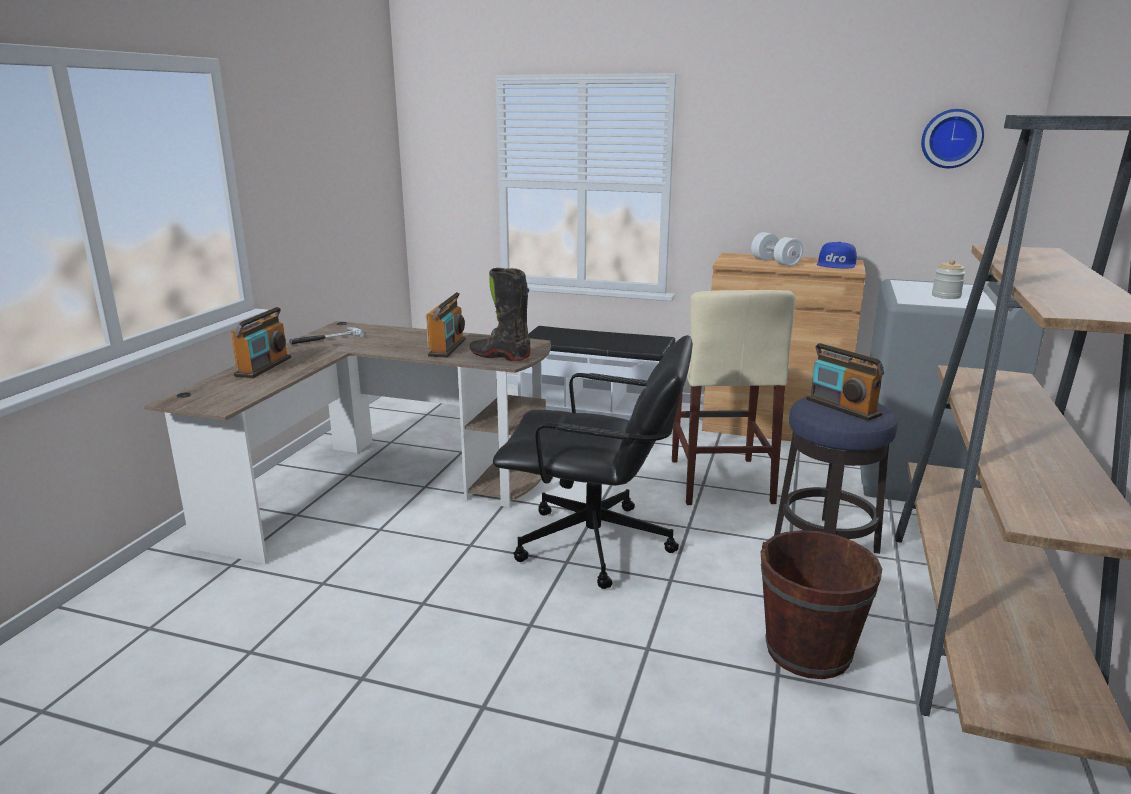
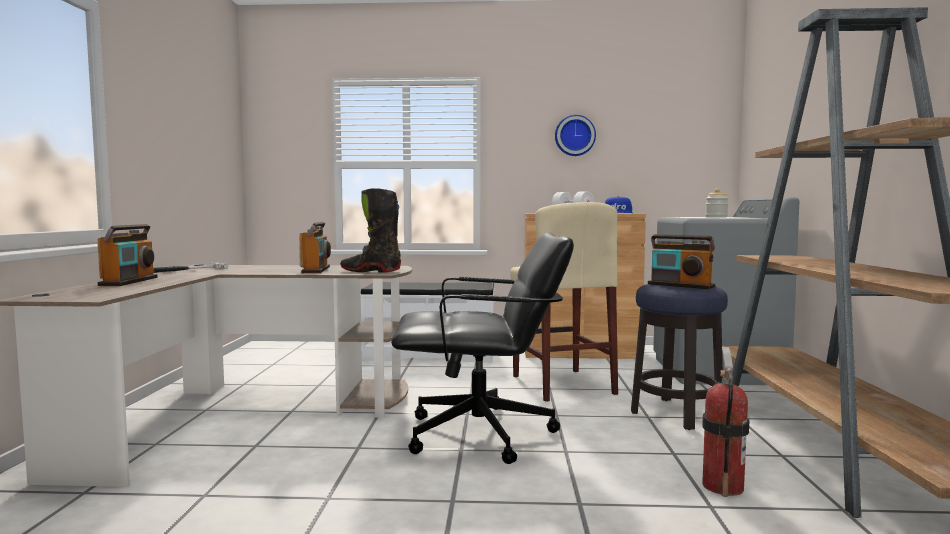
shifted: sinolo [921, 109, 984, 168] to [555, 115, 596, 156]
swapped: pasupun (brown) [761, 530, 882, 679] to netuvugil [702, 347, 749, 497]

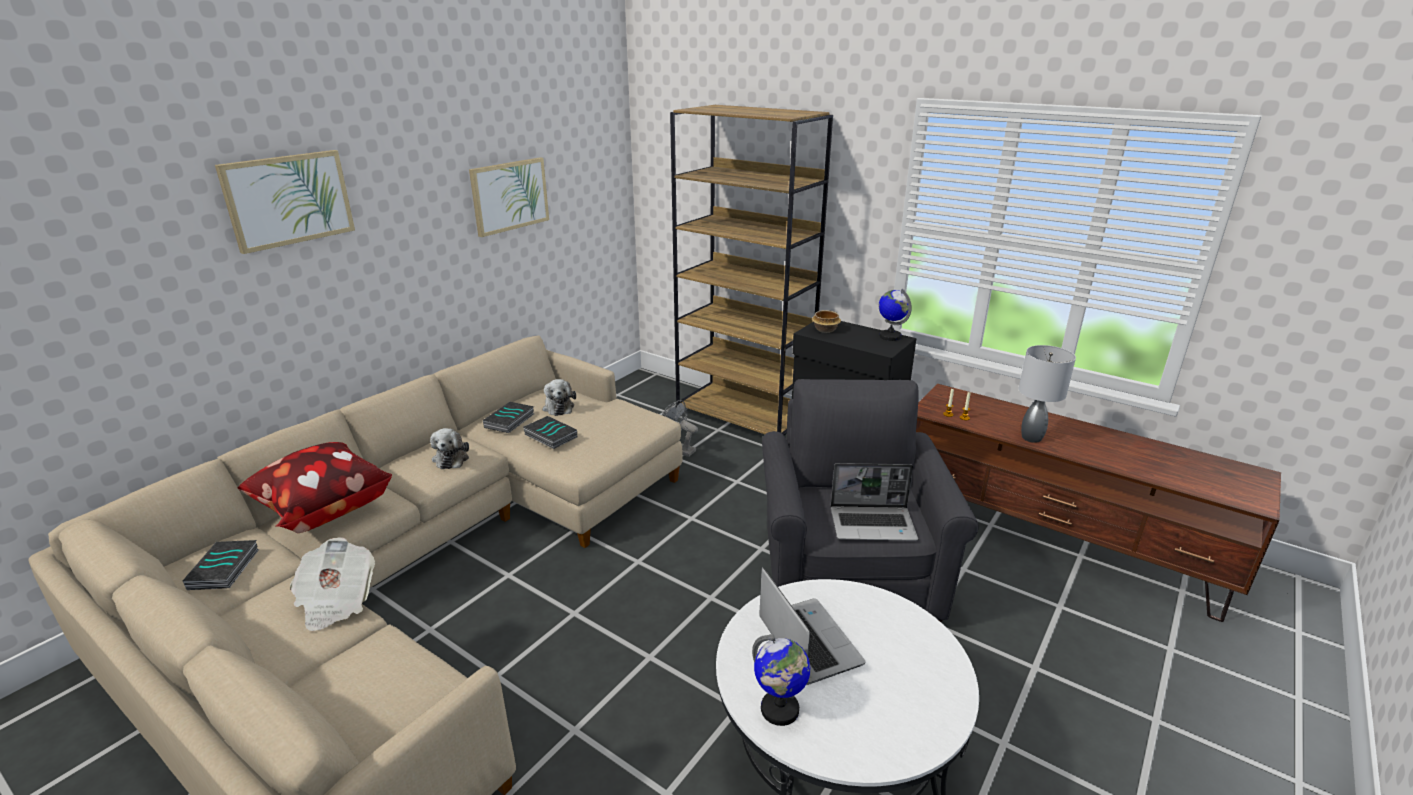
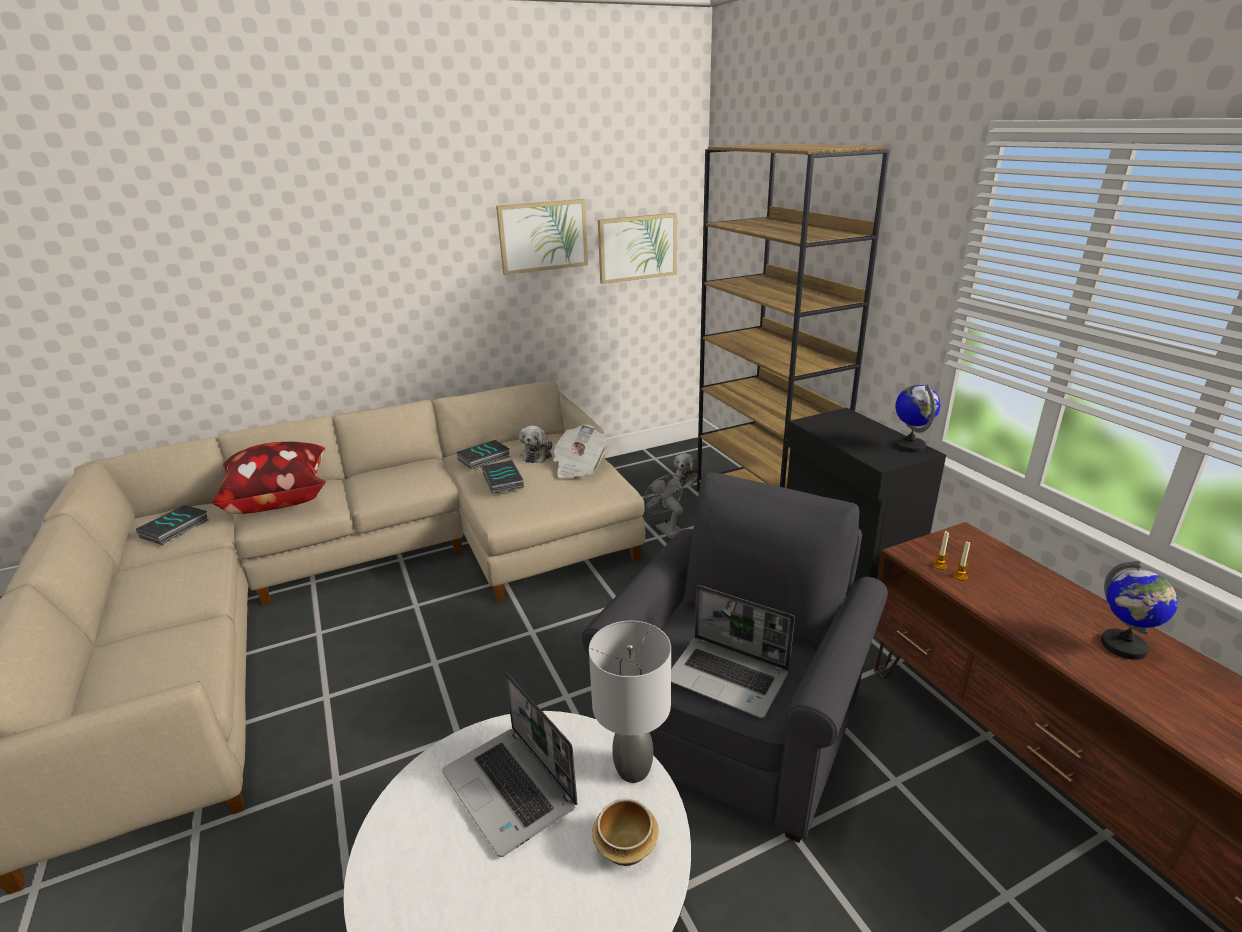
shifted: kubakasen [290, 538, 375, 631] to [553, 424, 608, 478]; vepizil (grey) [1019, 345, 1076, 443] to [589, 621, 671, 783]; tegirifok [812, 310, 841, 333] to [592, 799, 659, 866]; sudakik [215, 150, 355, 254] to [598, 213, 677, 284]; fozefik [430, 428, 469, 469] to [673, 453, 702, 486]; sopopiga [752, 634, 810, 726] to [1101, 561, 1178, 660]
rotated: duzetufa [759, 567, 865, 685] = [442, 672, 578, 857] 135 degrees clockwise

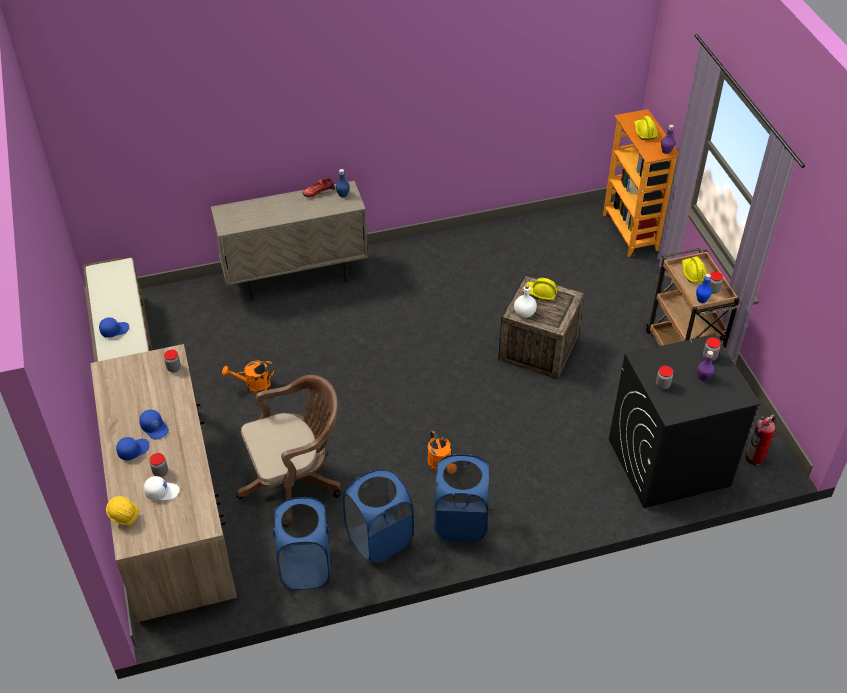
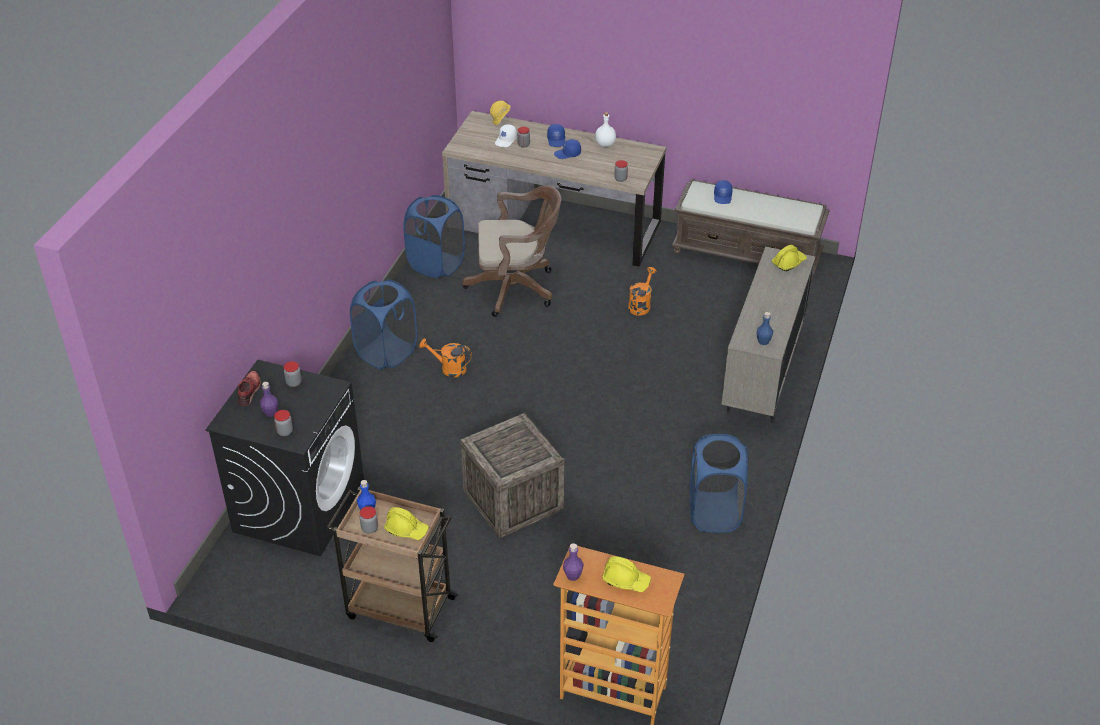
gone: netuvugil [745, 415, 776, 465]
shifted: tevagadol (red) [302, 178, 335, 198] to [238, 371, 261, 406]; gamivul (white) [514, 284, 537, 318] to [595, 112, 616, 147]; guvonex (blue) [343, 469, 414, 562] to [690, 434, 748, 533]; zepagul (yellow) [527, 278, 558, 301] to [772, 245, 807, 271]
rotated: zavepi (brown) [237, 375, 341, 499] = [462, 185, 561, 317] 105 degrees counterclockwise

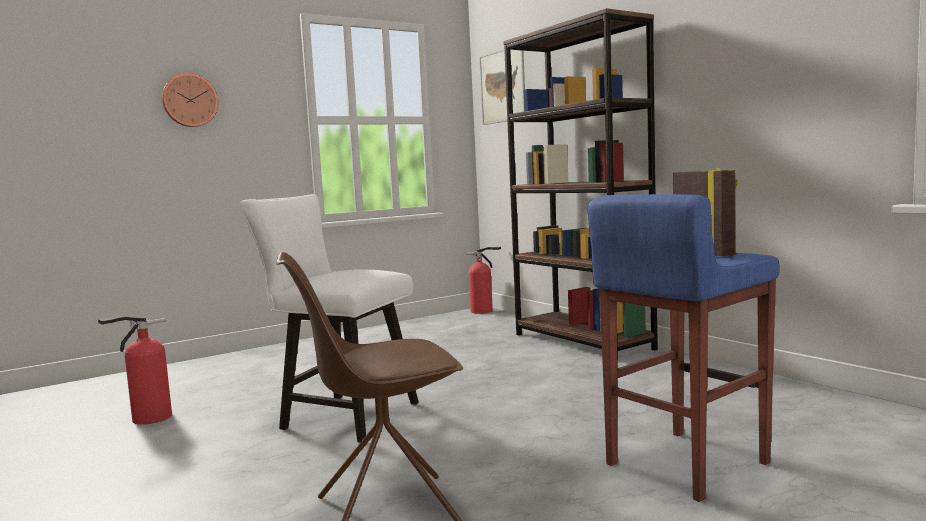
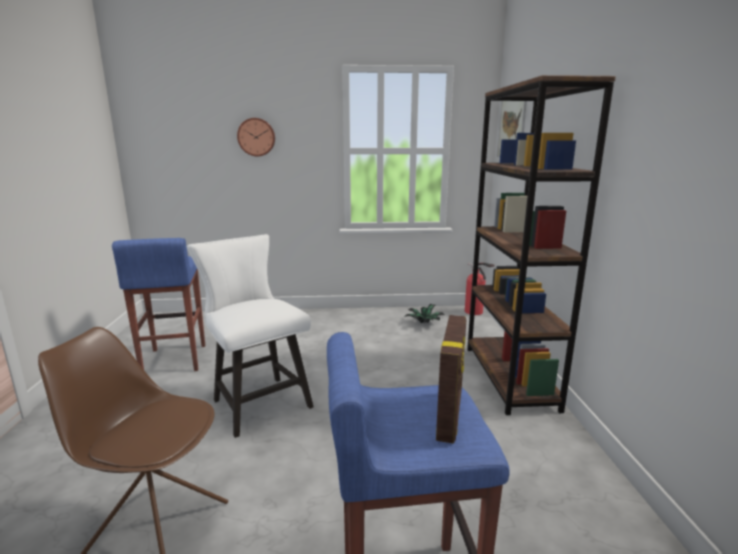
new: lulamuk [404, 304, 444, 323]
swapped: netuvugil [98, 316, 172, 425] to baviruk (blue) [112, 238, 205, 371]

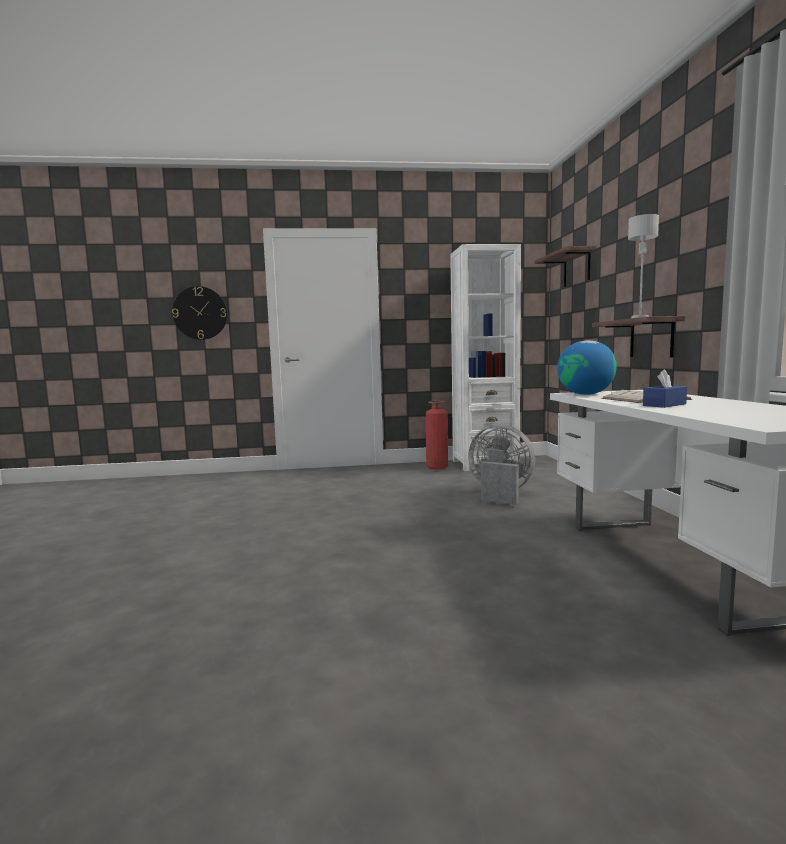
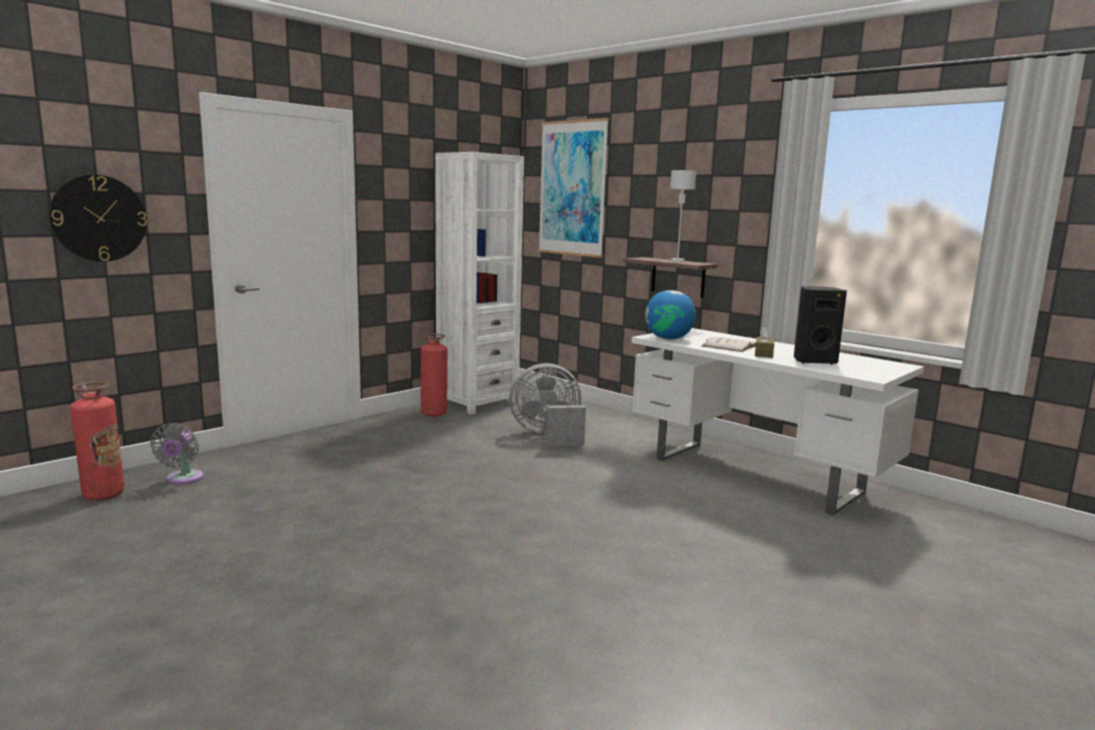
new: netuvugil [70, 382, 125, 501]; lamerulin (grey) [150, 423, 204, 484]; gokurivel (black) [794, 286, 847, 364]
swapped: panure [534, 246, 596, 287] to sudakik [538, 118, 609, 258]
repainted: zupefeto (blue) [643, 369, 687, 408] to zupefeto (brown) [755, 327, 774, 358]

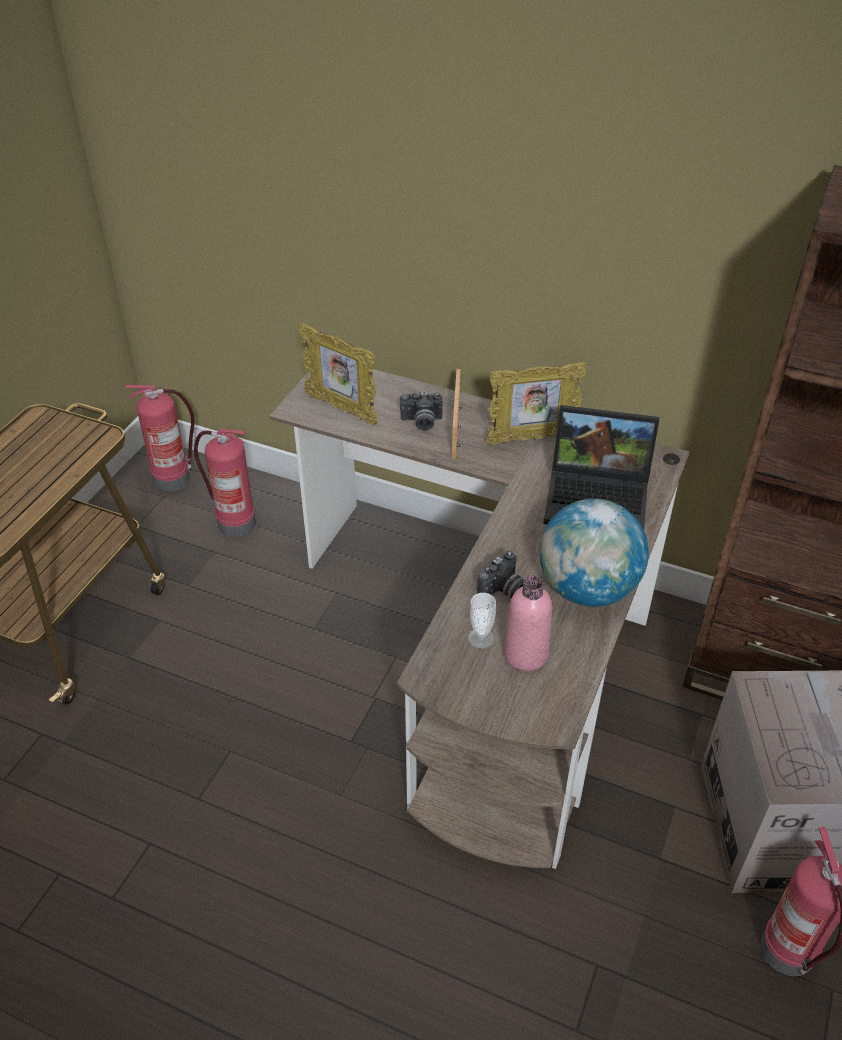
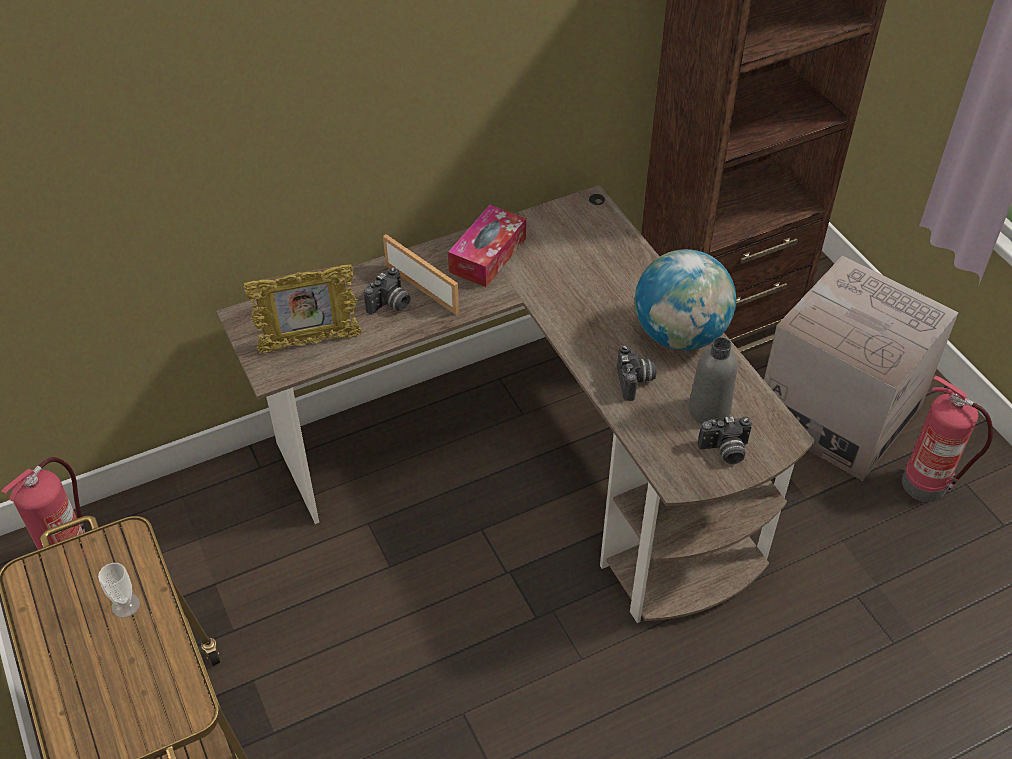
gone: netuvugil [194, 429, 256, 537]; duzetufa [543, 405, 659, 530]
new: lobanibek [698, 416, 752, 464]
shifted: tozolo [468, 593, 496, 648] to [98, 563, 140, 618]
swapped: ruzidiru [486, 362, 588, 444] to zupefeto [448, 205, 526, 287]
repainted: gamivul (pink) [503, 576, 552, 671] to gamivul (grey) [688, 337, 738, 424]

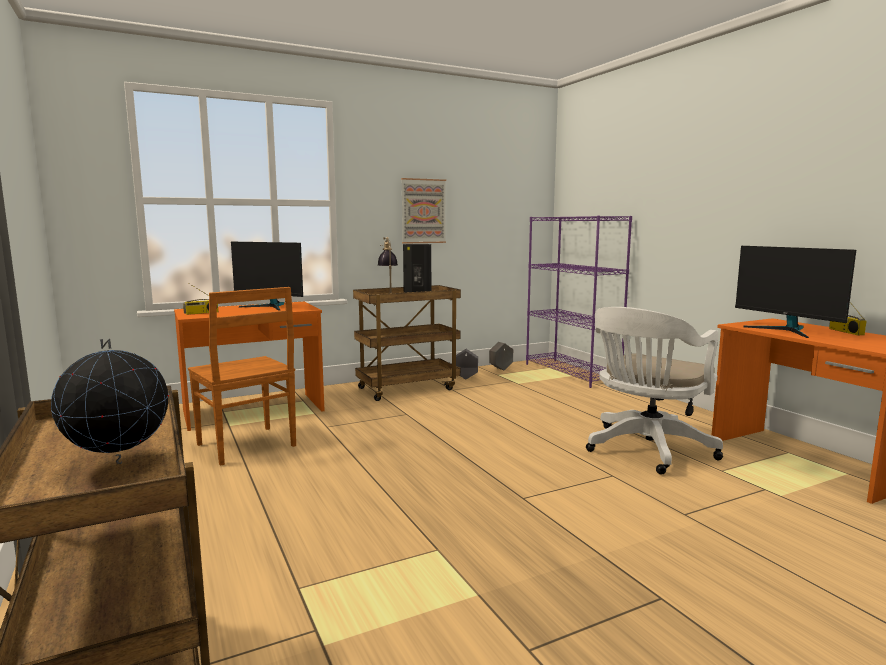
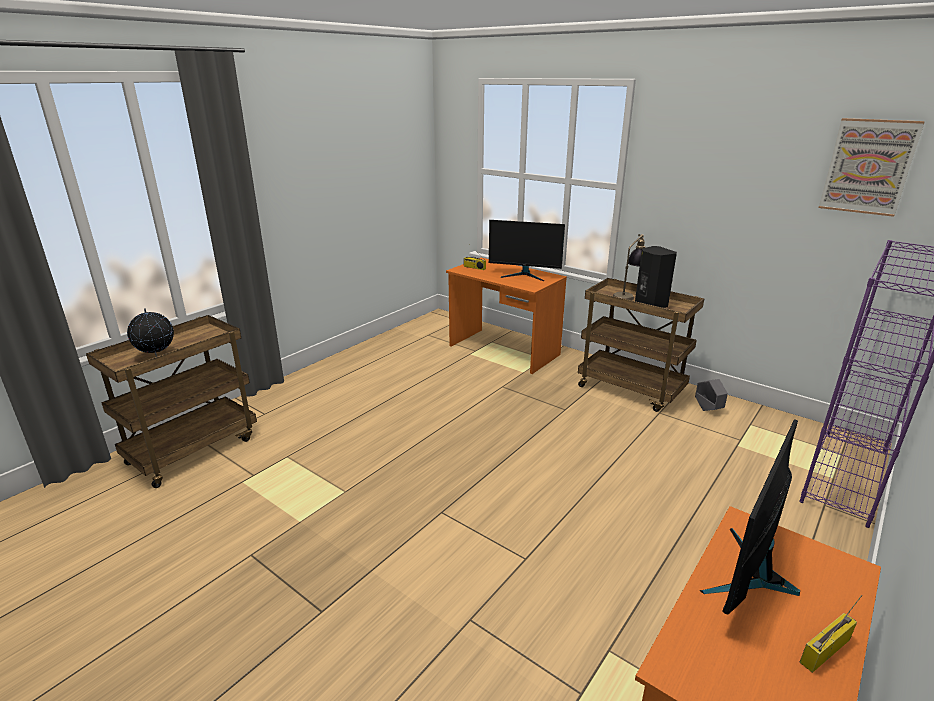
gone: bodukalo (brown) [188, 287, 296, 466]; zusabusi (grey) [489, 342, 513, 370]; zavepi (white) [586, 307, 723, 475]
shifted: sudakik [401, 178, 446, 244] to [819, 118, 925, 217]
rotated: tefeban [231, 242, 303, 311] = [489, 220, 565, 281] 75 degrees counterclockwise

